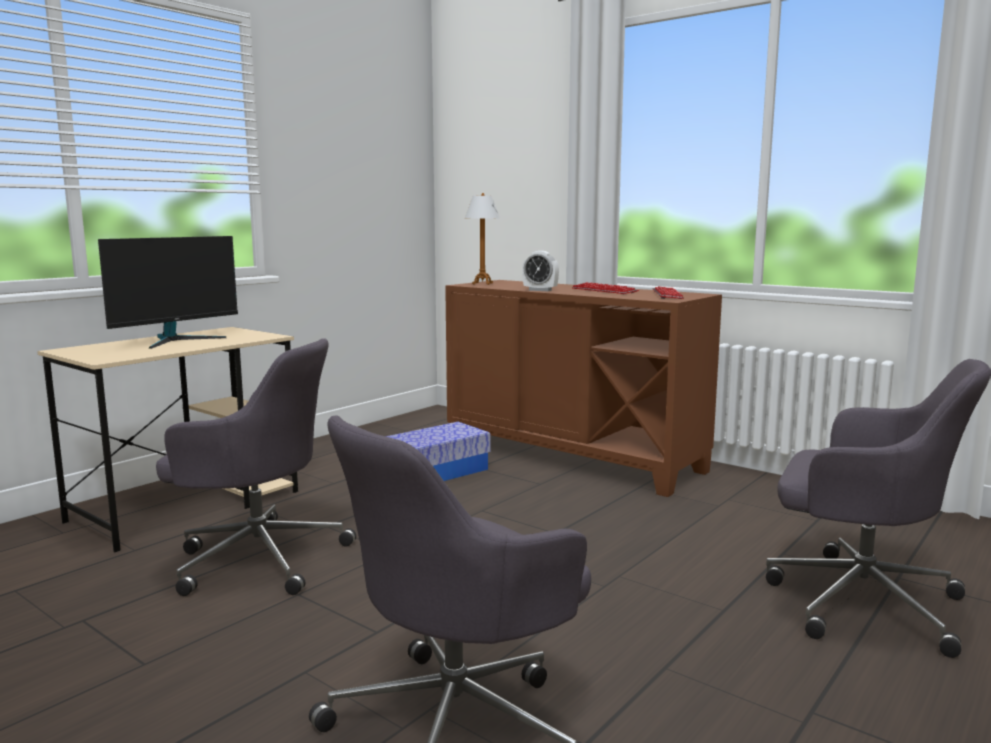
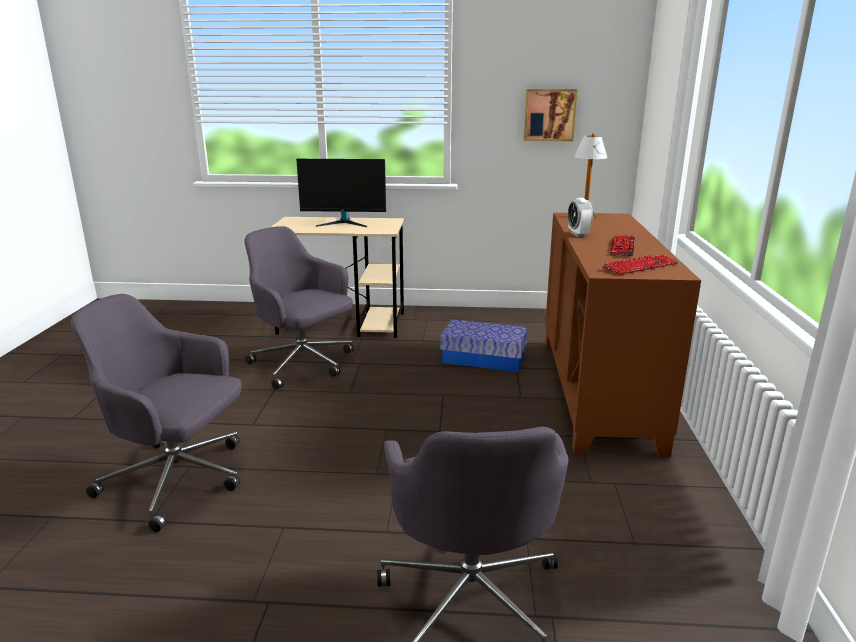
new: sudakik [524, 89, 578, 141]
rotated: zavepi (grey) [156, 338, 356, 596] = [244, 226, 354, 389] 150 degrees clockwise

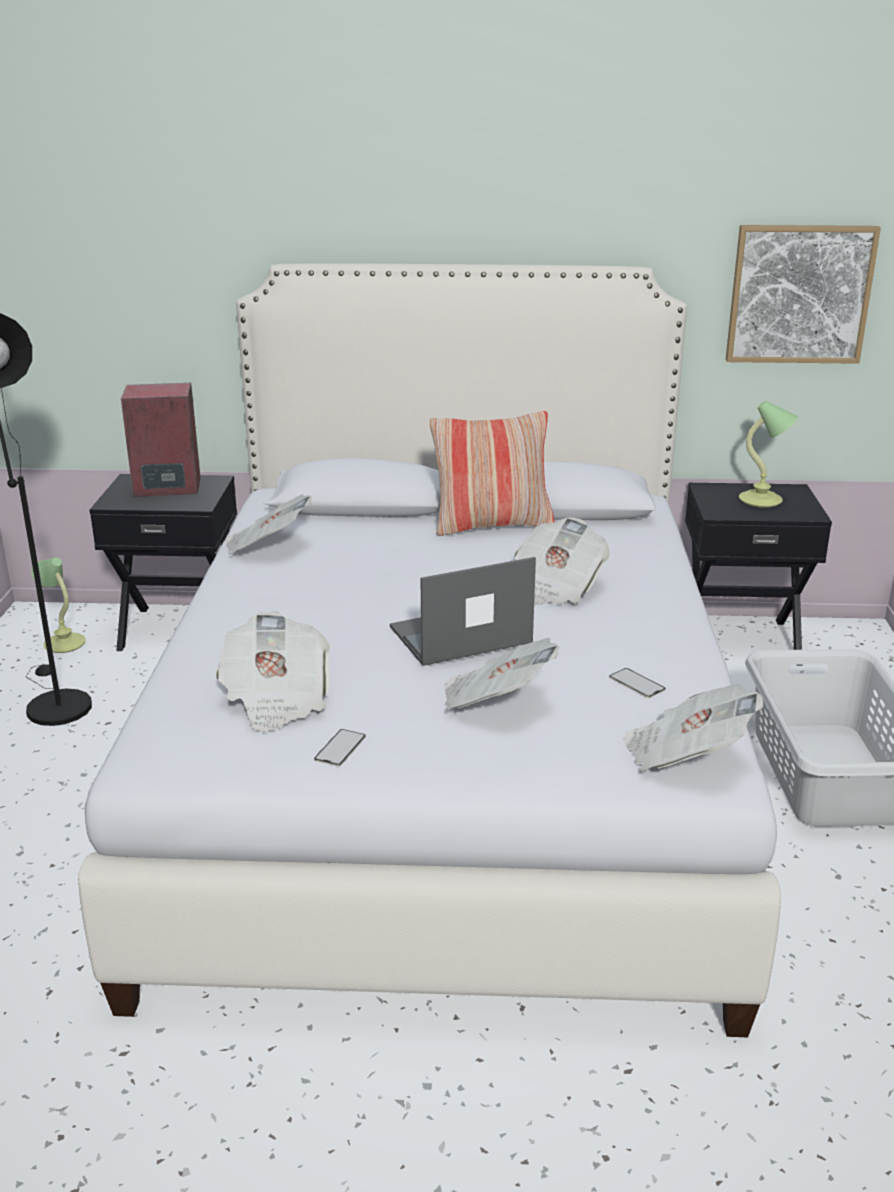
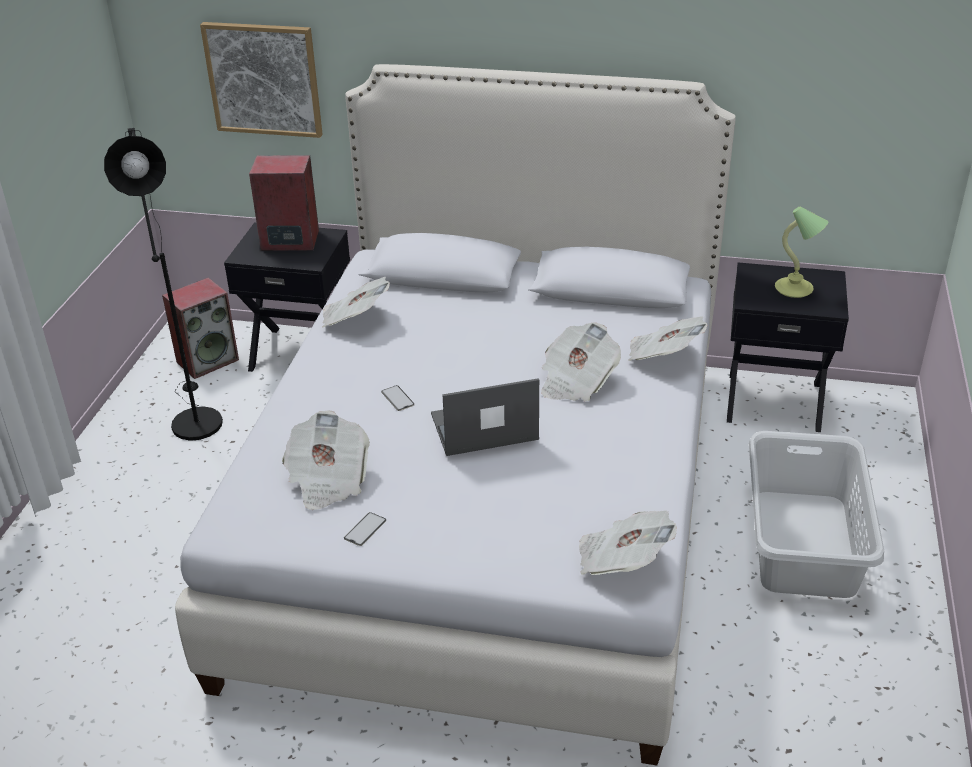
gone: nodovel [430, 411, 555, 536]
shifted: sudakik [726, 225, 881, 364] to [200, 22, 323, 138]; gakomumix [609, 668, 666, 698] to [381, 385, 415, 411]; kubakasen [445, 638, 559, 711] to [628, 316, 707, 361]
swapped: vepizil [31, 557, 86, 653] to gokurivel [162, 278, 239, 379]

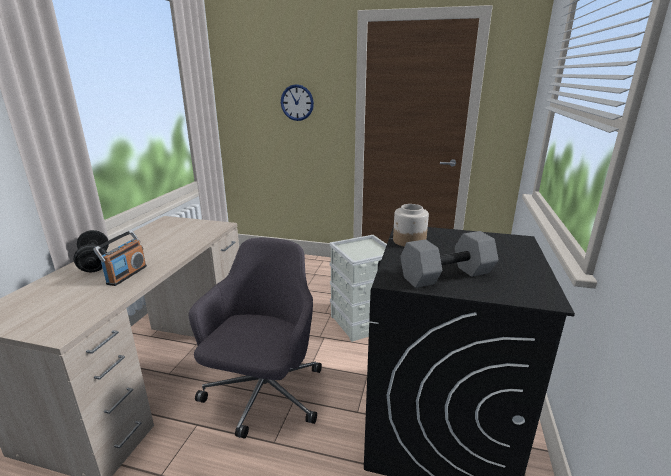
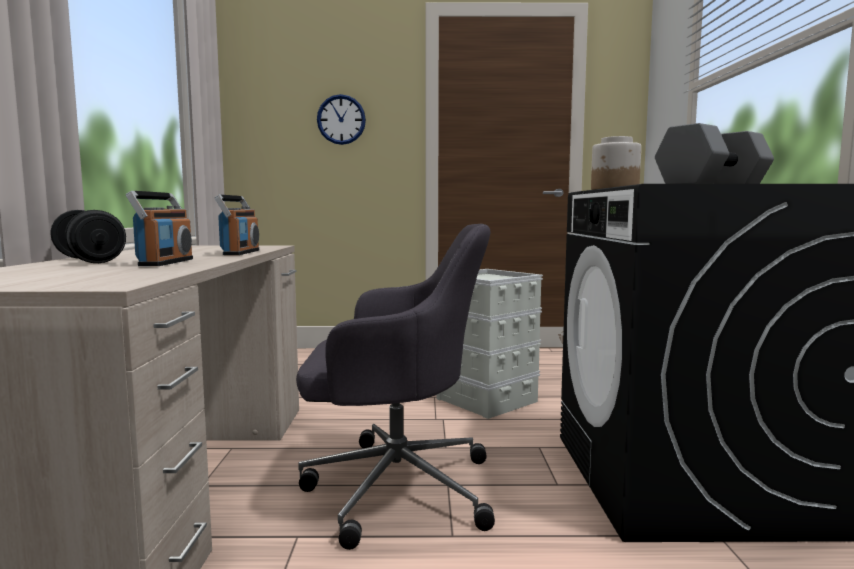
new: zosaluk [214, 195, 259, 255]
rotated: zavepi (grey) [189, 238, 322, 438] = [296, 224, 495, 550] 90 degrees clockwise

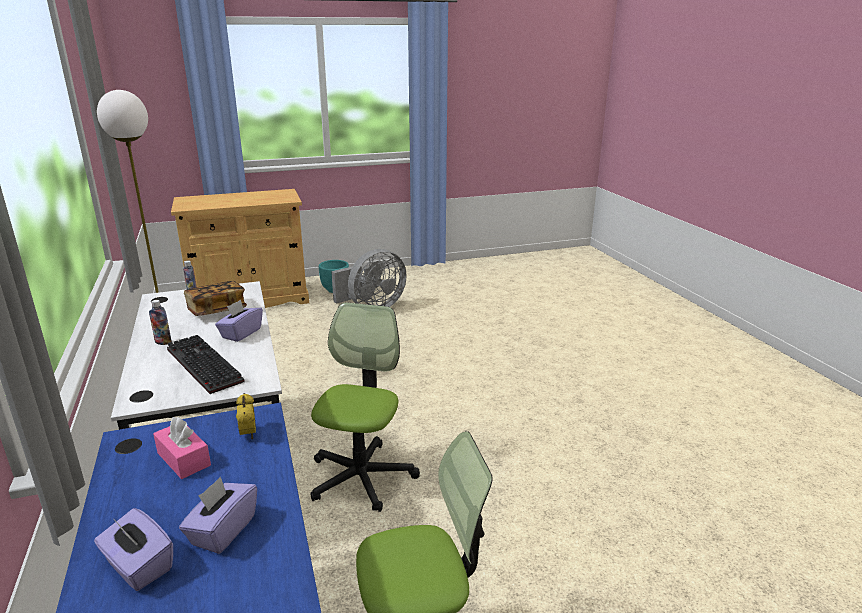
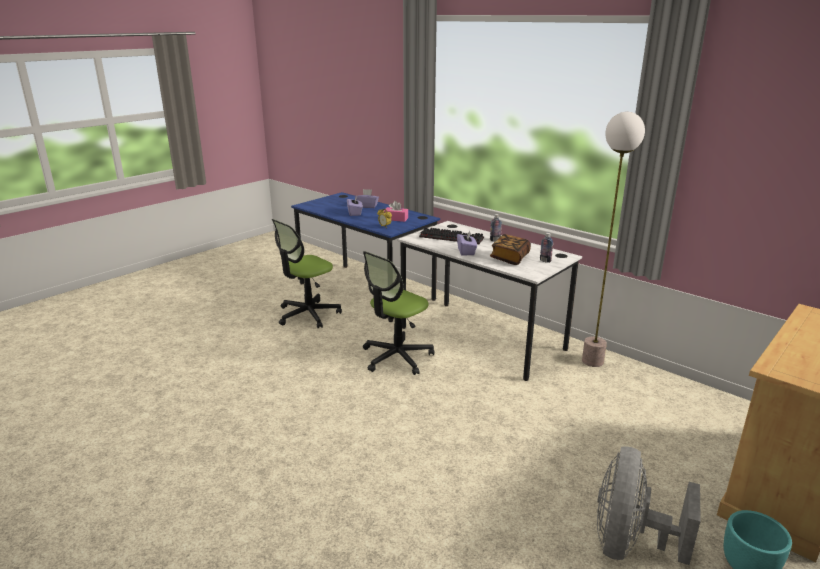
rotated: zavepi [311, 302, 420, 512] = [363, 251, 434, 375] 60 degrees clockwise

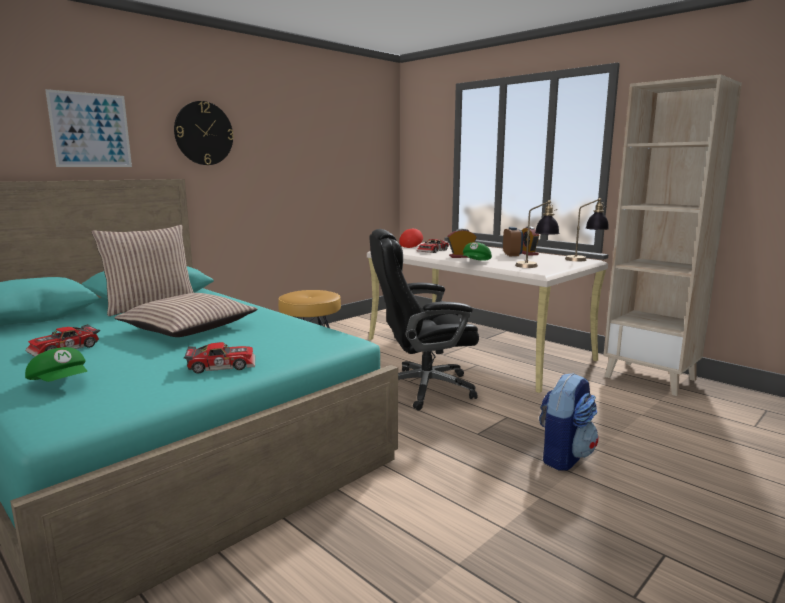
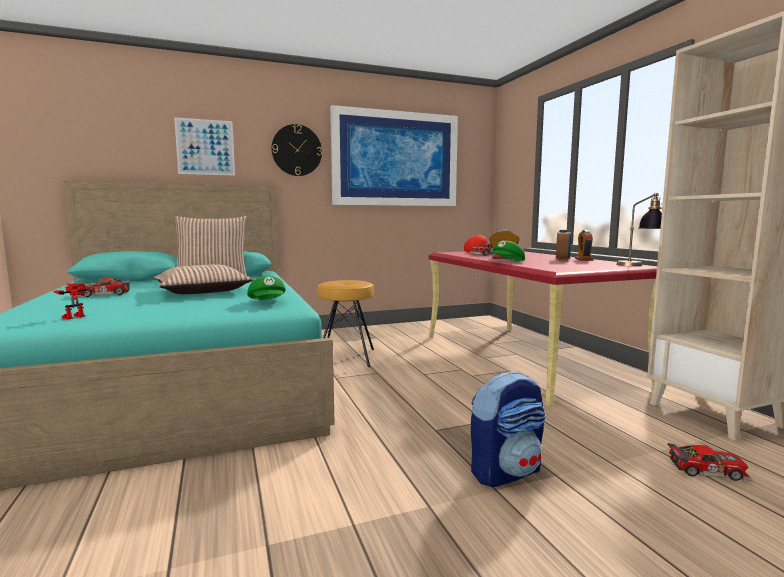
gone: zavepi (black) [369, 229, 479, 410]; vepizil [515, 200, 559, 268]
new: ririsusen [53, 283, 88, 319]; sudakik [330, 105, 458, 206]
shifted: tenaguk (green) [25, 347, 87, 382] to [247, 276, 286, 300]; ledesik [184, 342, 255, 374] to [667, 443, 753, 481]
repainted: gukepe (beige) [367, 242, 608, 393] to gukepe (red) [429, 252, 657, 406]

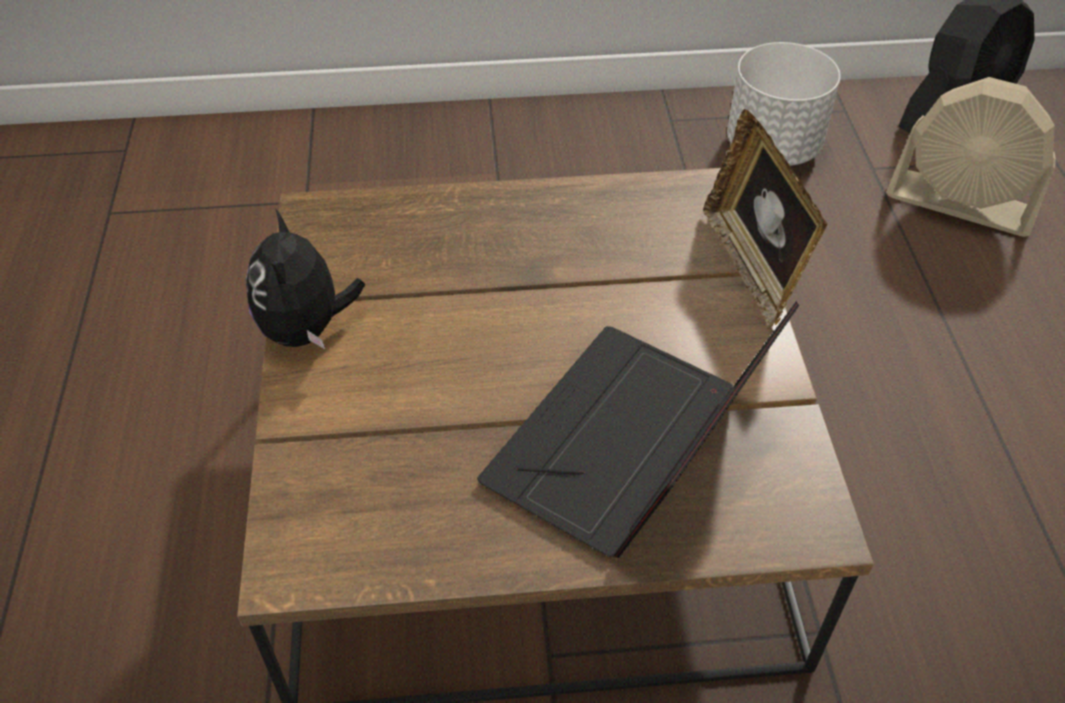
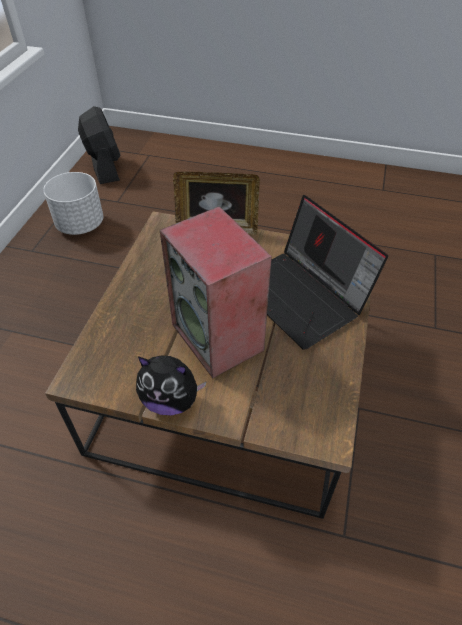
gone: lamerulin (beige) [886, 77, 1056, 237]
new: gokurivel [160, 206, 272, 378]

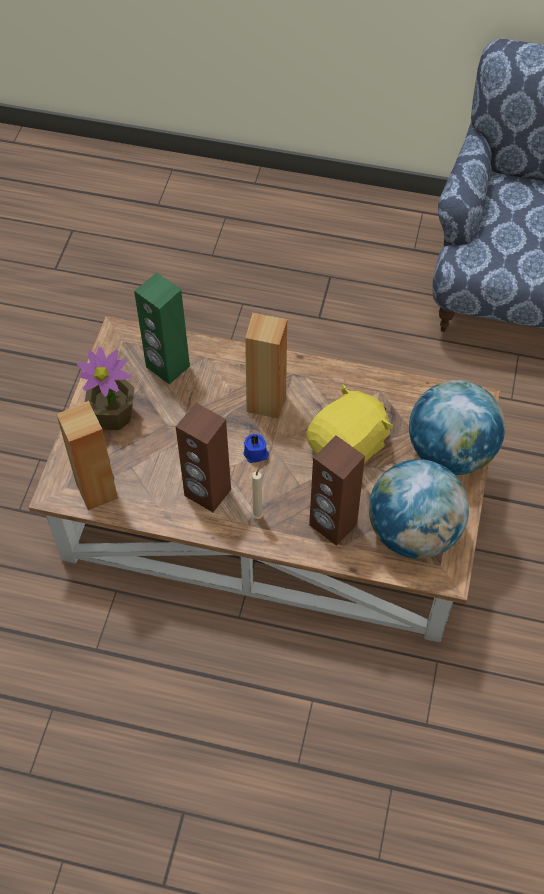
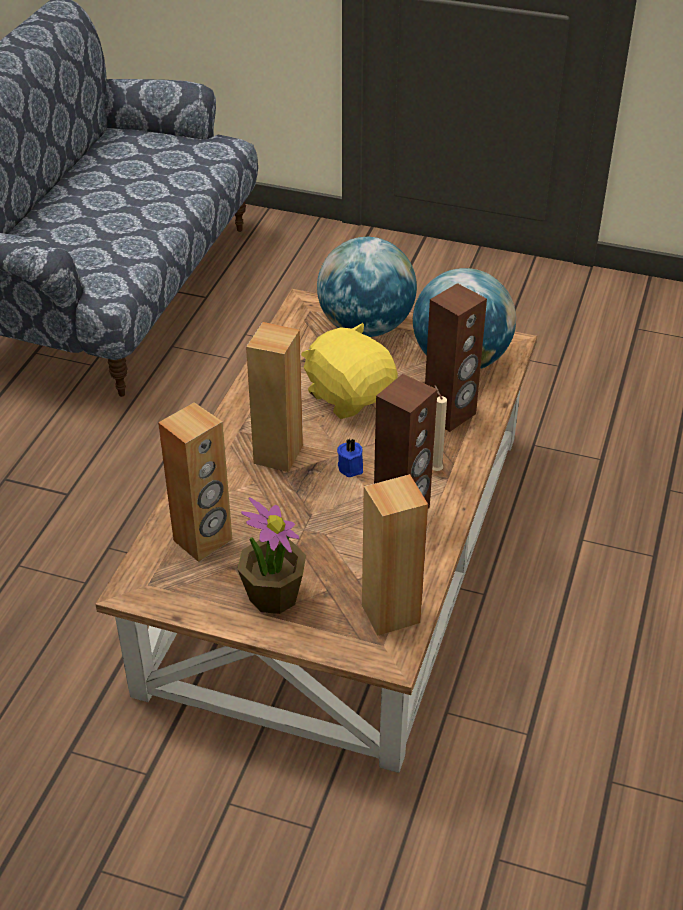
repainted: gokurivel (green) [134, 273, 190, 384] to gokurivel (brown) [158, 402, 232, 562]

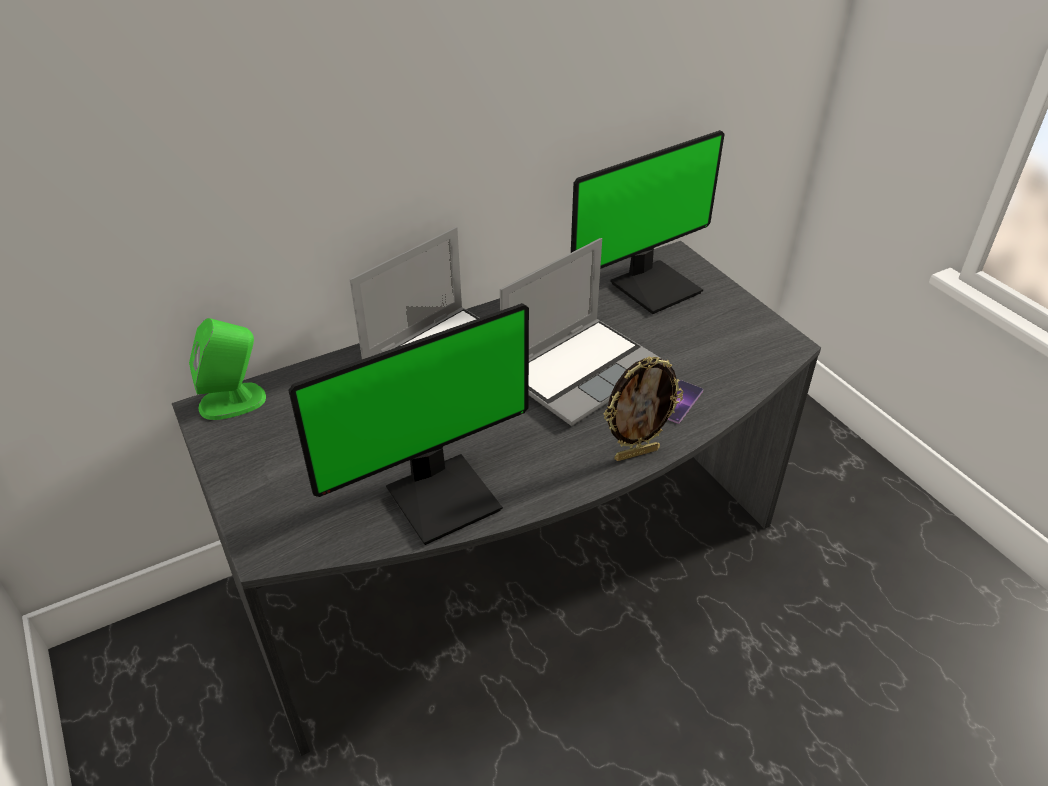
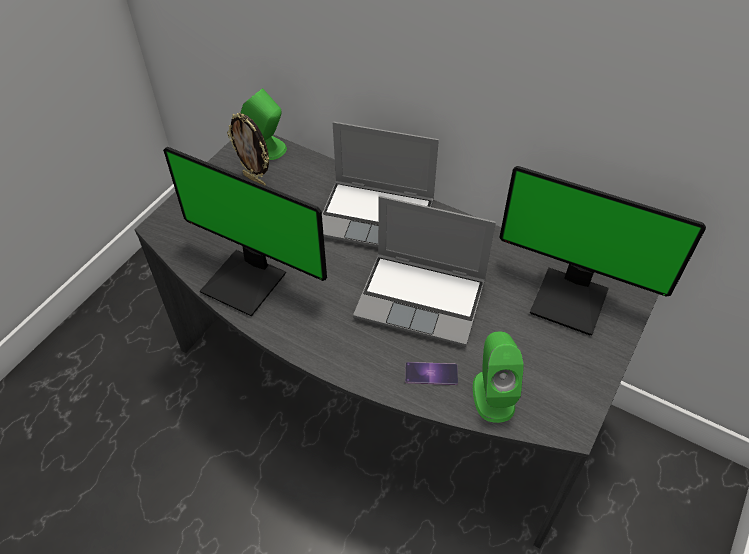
new: gokurivel (green) [473, 332, 524, 423]
shifted: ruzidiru [604, 356, 683, 461] to [227, 113, 269, 186]

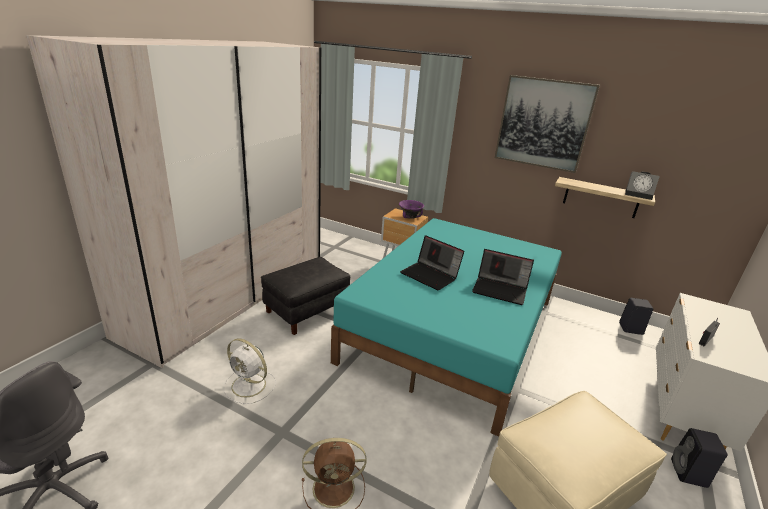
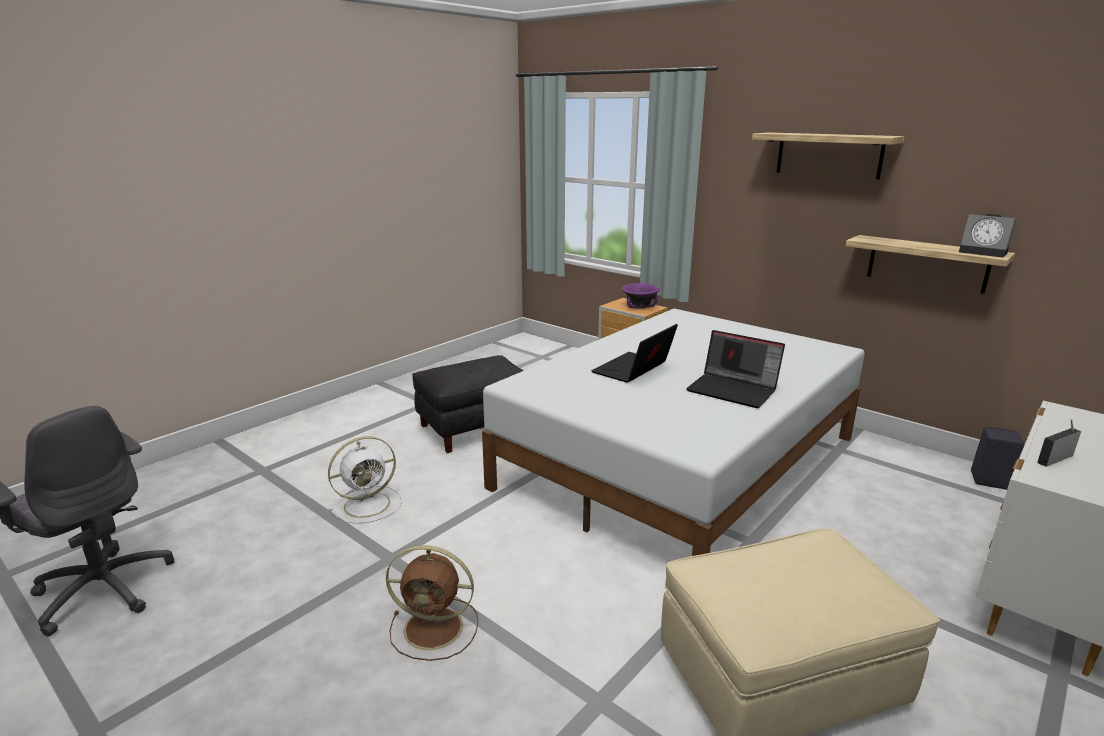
gone: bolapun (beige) [26, 35, 321, 368]; gokurivel (black) [671, 428, 727, 488]
swapped: sudakik [495, 75, 600, 173] to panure [752, 132, 904, 179]
repainted: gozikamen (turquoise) [331, 218, 562, 437] to gozikamen (white) [482, 309, 865, 556]
rotated: lamerulin (white) [223, 338, 276, 404] = [328, 436, 402, 524] 75 degrees counterclockwise; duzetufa [400, 235, 464, 290] = [591, 324, 678, 383] 75 degrees clockwise

